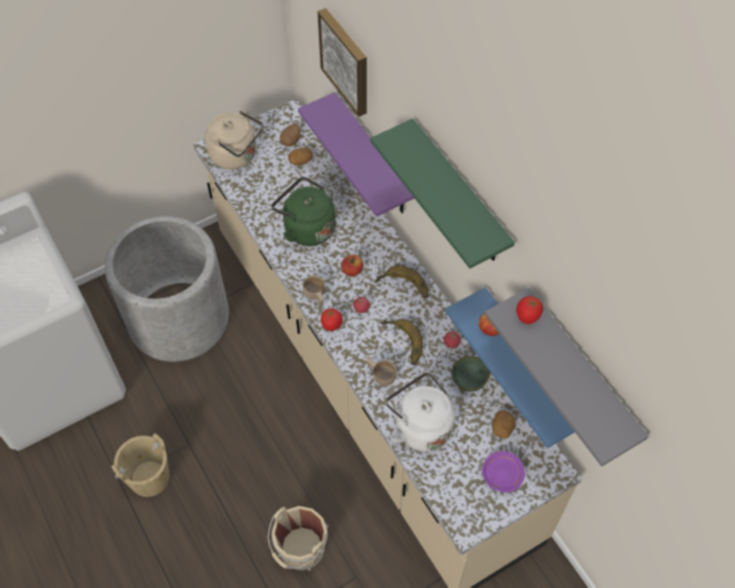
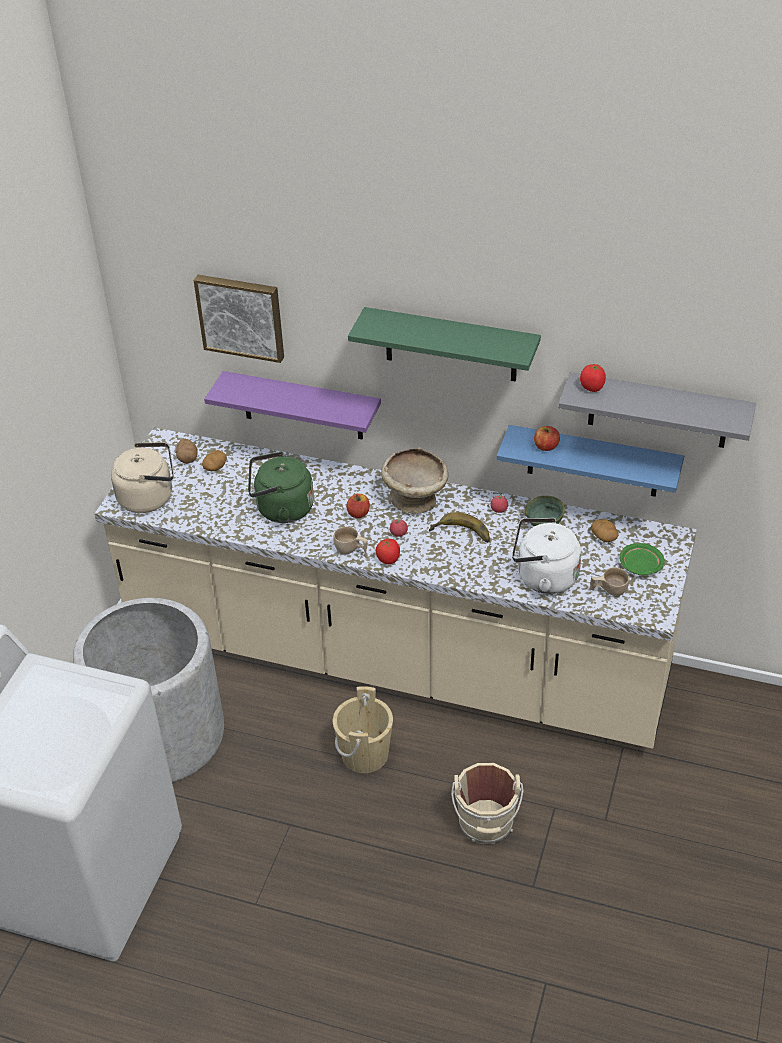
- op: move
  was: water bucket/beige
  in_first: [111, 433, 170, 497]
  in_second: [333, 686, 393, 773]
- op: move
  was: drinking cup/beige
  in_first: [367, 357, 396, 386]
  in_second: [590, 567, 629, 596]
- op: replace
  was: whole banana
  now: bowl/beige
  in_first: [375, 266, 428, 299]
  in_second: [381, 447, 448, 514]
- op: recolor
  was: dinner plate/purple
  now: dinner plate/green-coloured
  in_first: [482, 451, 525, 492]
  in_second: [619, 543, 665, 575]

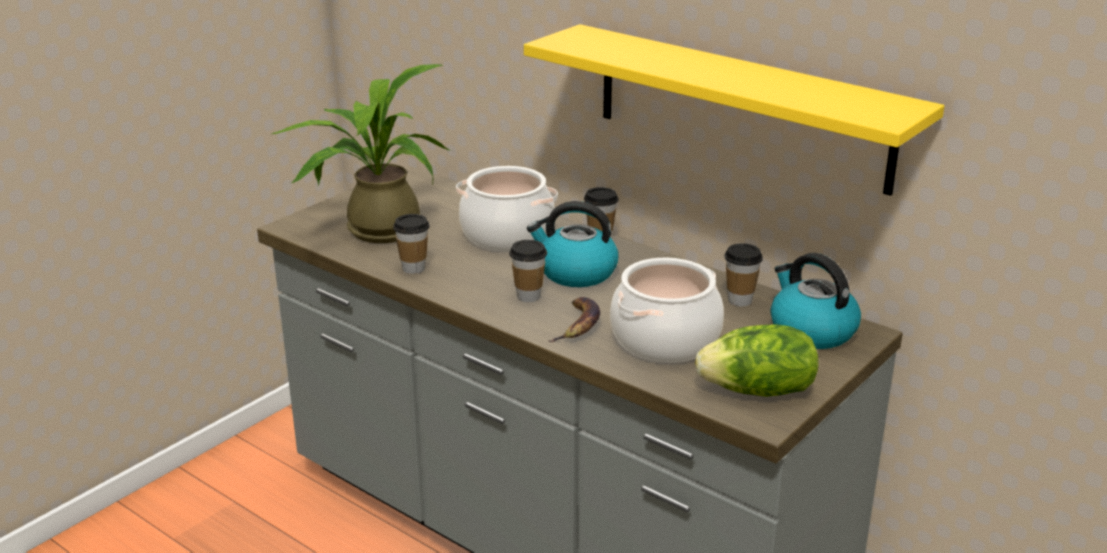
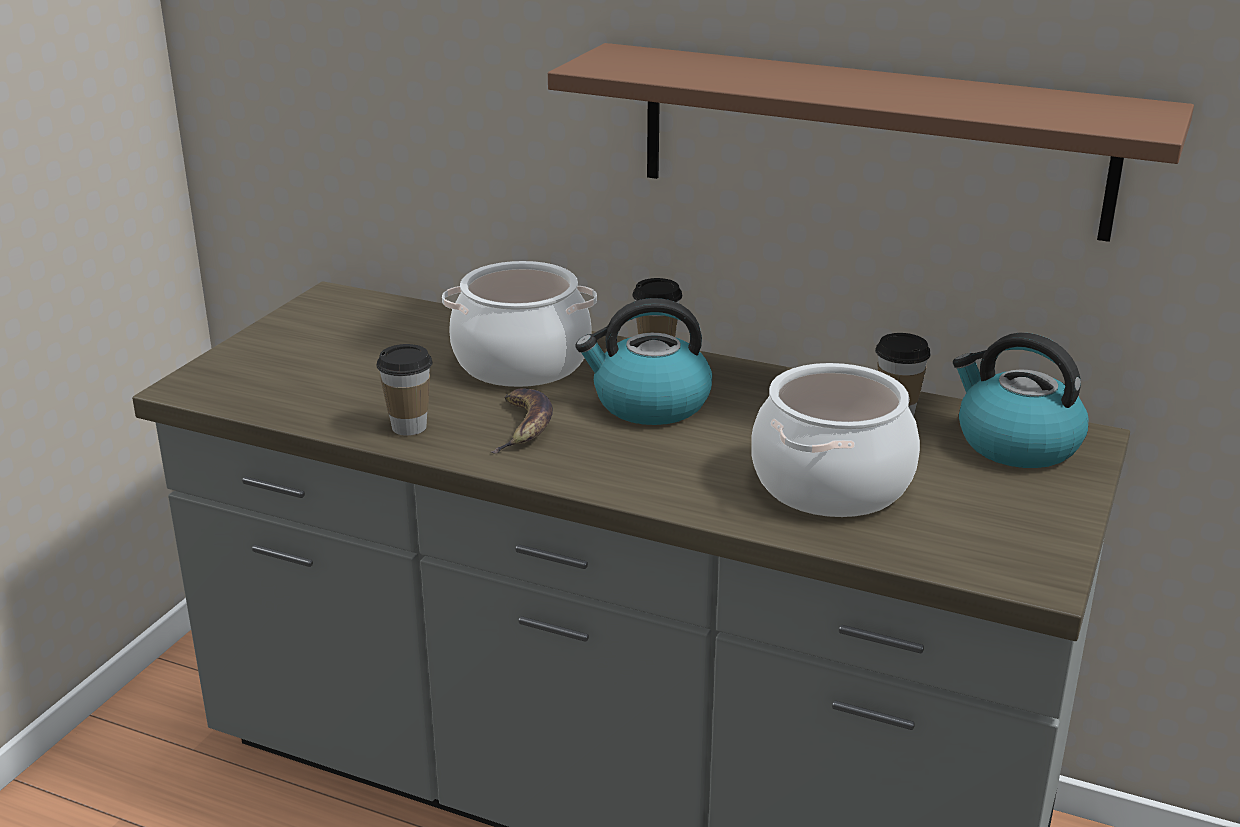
- op: delete
  was: potted plant
  in_first: [272, 64, 451, 243]
- op: delete
  was: drinking cup
  in_first: [509, 240, 547, 302]
- op: delete
  was: head of lettuce
  in_first: [695, 324, 819, 397]
- op: move
  was: whole banana
  in_first: [549, 297, 600, 342]
  in_second: [491, 388, 553, 453]
- op: recolor
  was: shelf/yellow
  now: shelf/brownish
  in_first: [524, 24, 944, 196]
  in_second: [548, 43, 1194, 242]

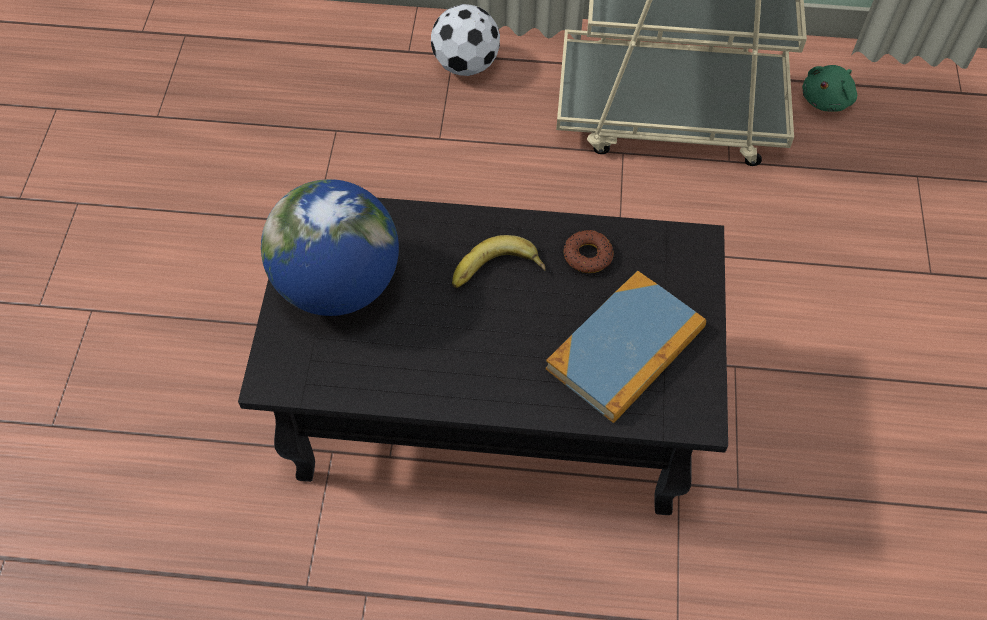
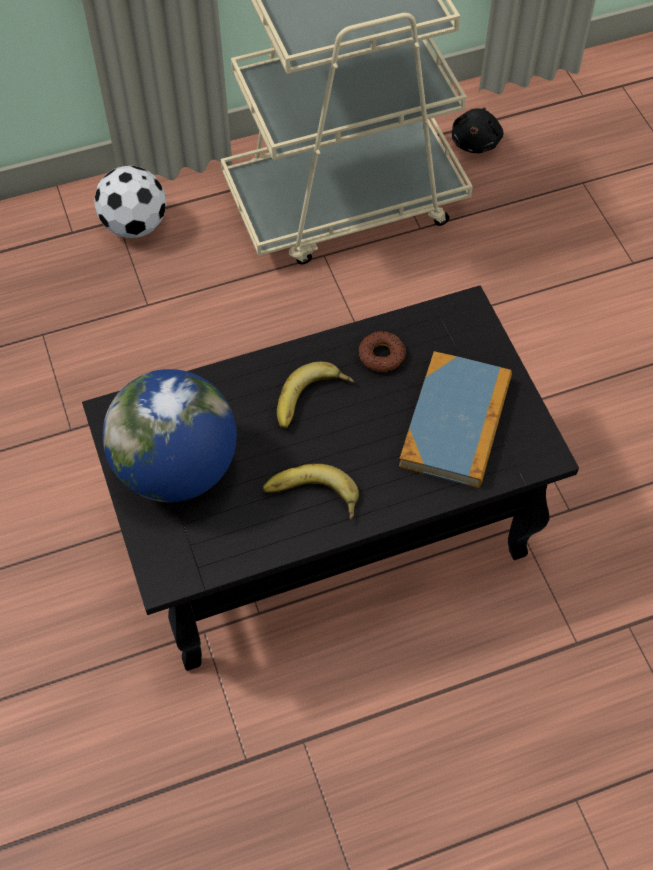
- op: insert
  now: whole banana
  in_second: [263, 464, 359, 520]
- op: recolor
  was: plush toy/green-coloured
  now: plush toy/black
  in_first: [802, 65, 857, 112]
  in_second: [452, 108, 503, 153]

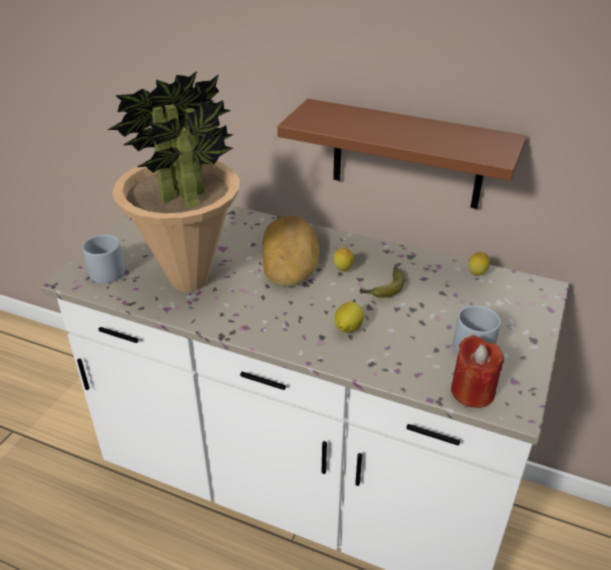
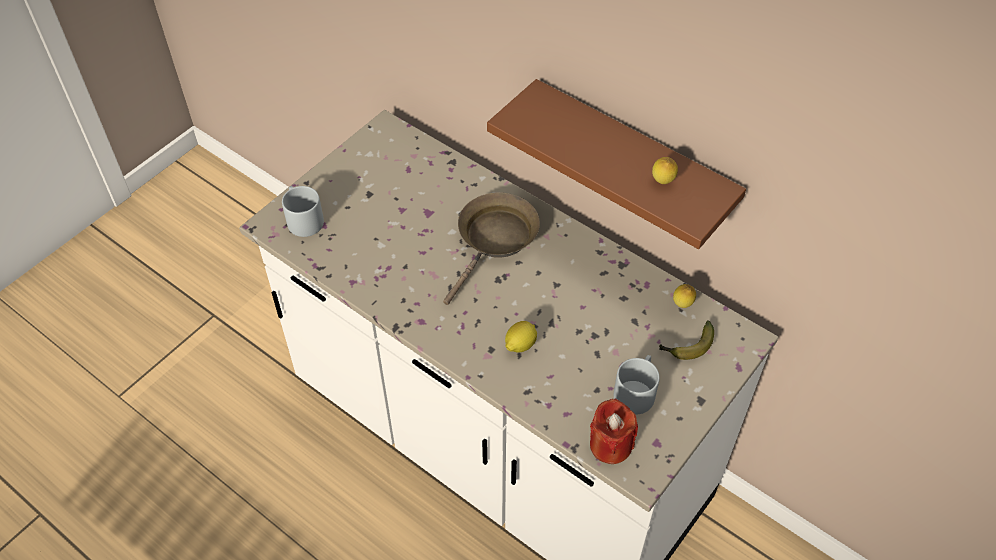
- op: delete
  was: potted plant
  in_first: [108, 71, 239, 291]
- op: move
  was: citrus fruit
  in_first: [333, 247, 354, 271]
  in_second: [652, 157, 678, 184]
- op: move
  was: whole banana
  in_first: [360, 267, 405, 298]
  in_second: [659, 320, 714, 360]
- op: replace
  was: baked bread
  now: pan/brownish
  in_first: [262, 215, 319, 286]
  in_second: [443, 193, 540, 305]

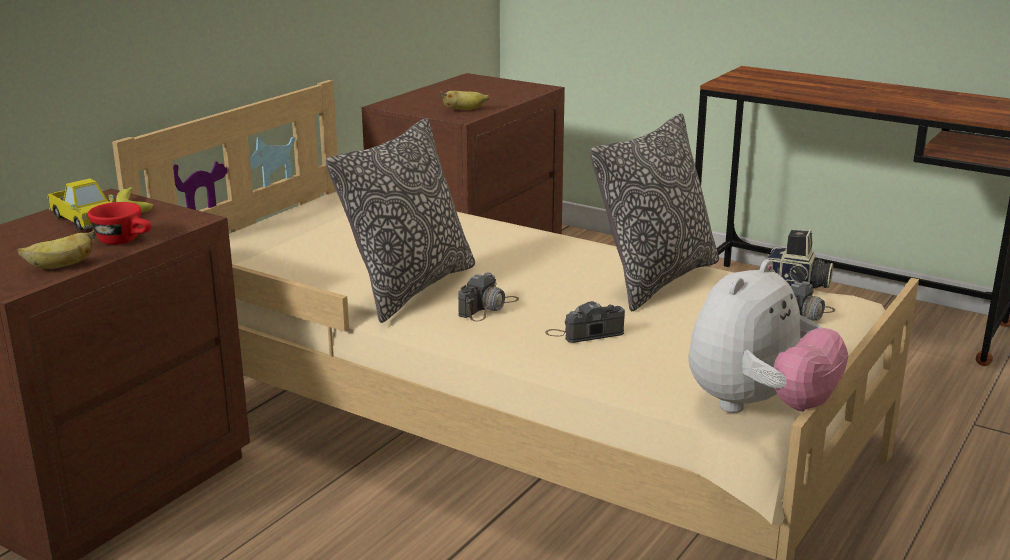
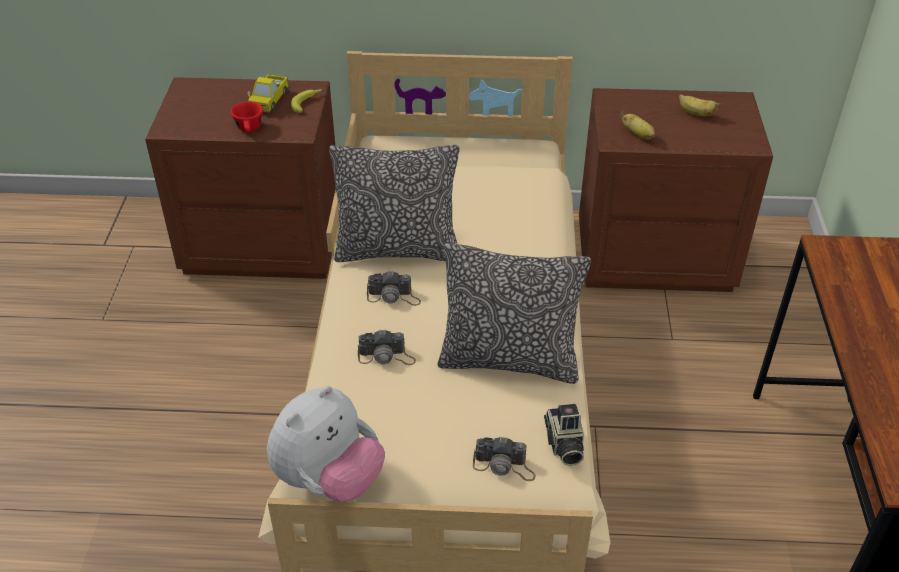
- op: move
  was: whole banana
  in_first: [18, 230, 96, 269]
  in_second: [679, 94, 721, 116]
- op: rotate
  was: photo camera
  in_first: [545, 301, 625, 343]
  in_second: [358, 330, 416, 365]
  clockwise: 135
- op: rotate
  was: plush toy
  in_first: [688, 259, 848, 413]
  in_second: [267, 386, 385, 502]
  clockwise: -60

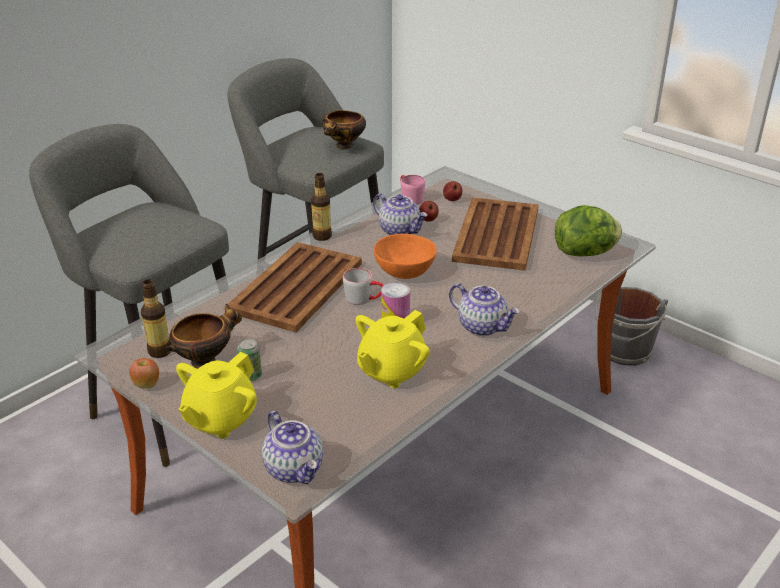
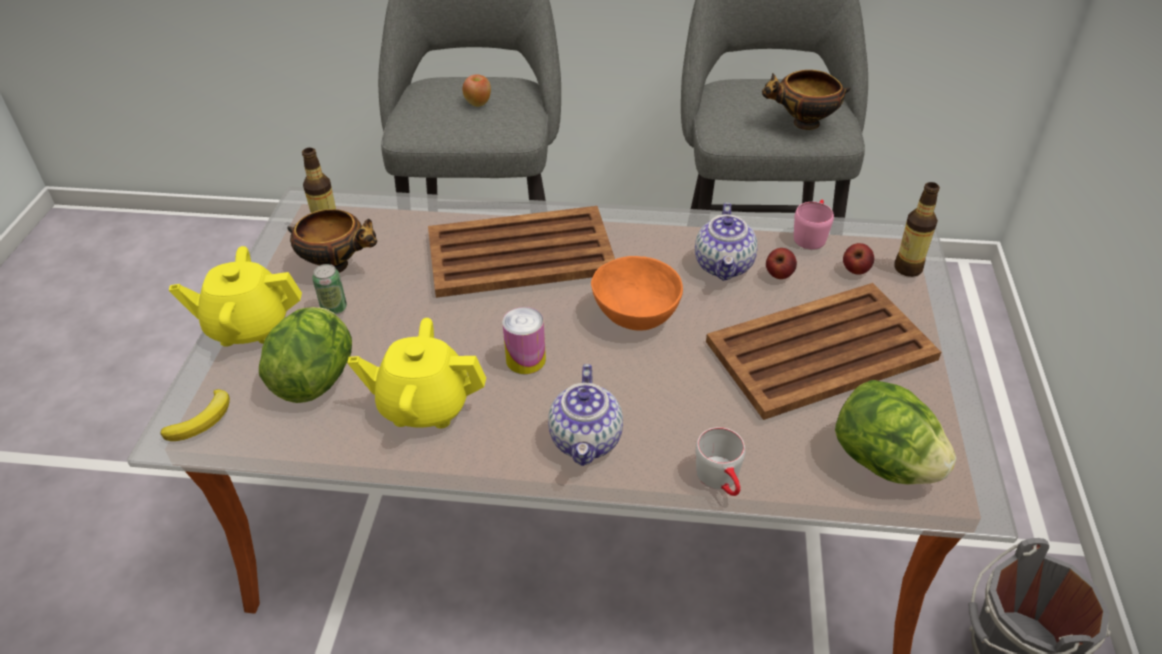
- op: insert
  now: head of lettuce
  in_second: [259, 307, 352, 403]
- op: move
  was: apple
  in_first: [129, 358, 159, 389]
  in_second: [462, 75, 491, 107]
- op: move
  was: bottle
  in_first: [311, 173, 332, 241]
  in_second: [894, 182, 940, 277]
- op: move
  was: coffee mug/grey
  in_first: [343, 268, 384, 305]
  in_second: [695, 427, 745, 496]
- op: replace
  was: teapot
  now: whole banana
  in_first: [262, 411, 323, 484]
  in_second: [160, 389, 230, 441]

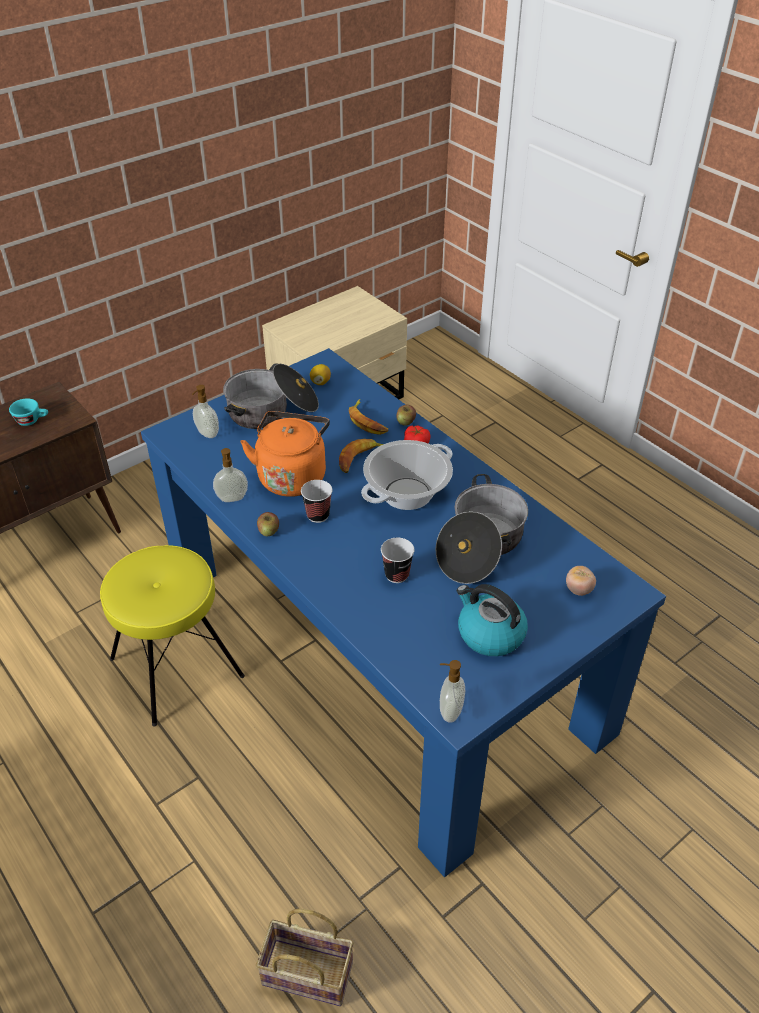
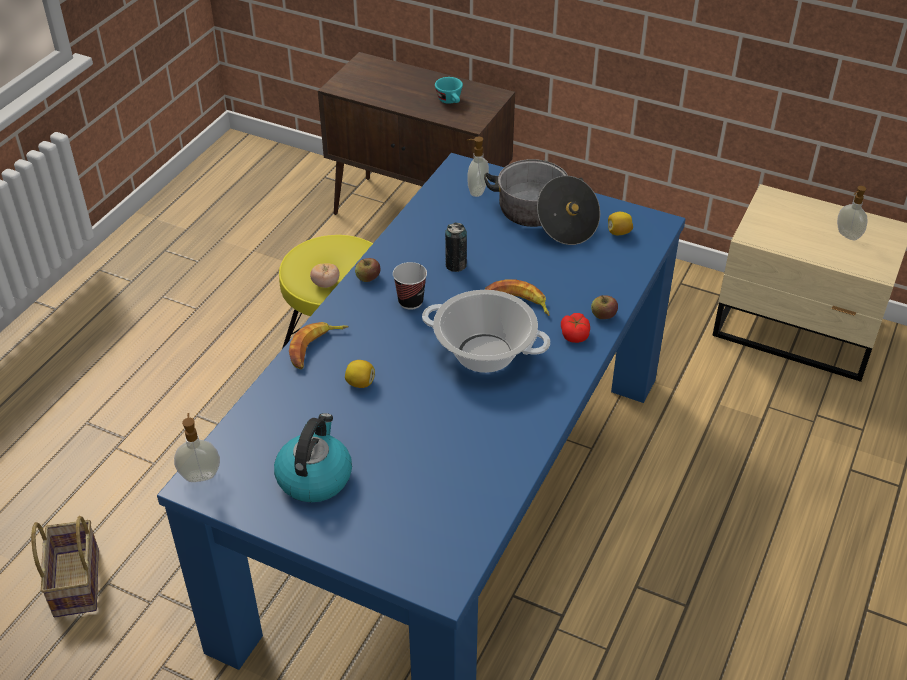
- op: delete
  was: saucepot
  in_first: [436, 474, 528, 584]
- op: move
  was: soap bottle
  in_first: [213, 448, 248, 502]
  in_second: [837, 186, 868, 240]
- op: move
  was: whole banana
  in_first: [349, 399, 389, 435]
  in_second: [289, 322, 349, 369]
- op: move
  was: fresh tomato
  in_first: [566, 566, 596, 596]
  in_second: [310, 264, 340, 288]
- op: replace
  was: tea kettle/orangey
  now: metal can
  in_first: [240, 411, 330, 497]
  in_second: [445, 223, 467, 272]
- op: replace
  was: drinking cup
  now: citrus fruit
  in_first: [381, 538, 414, 583]
  in_second: [345, 360, 375, 388]

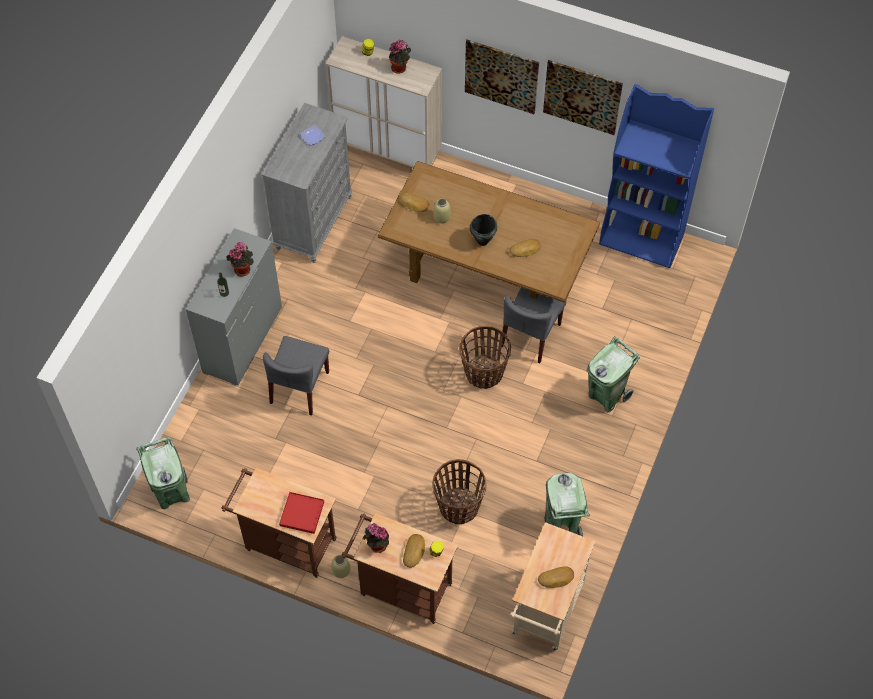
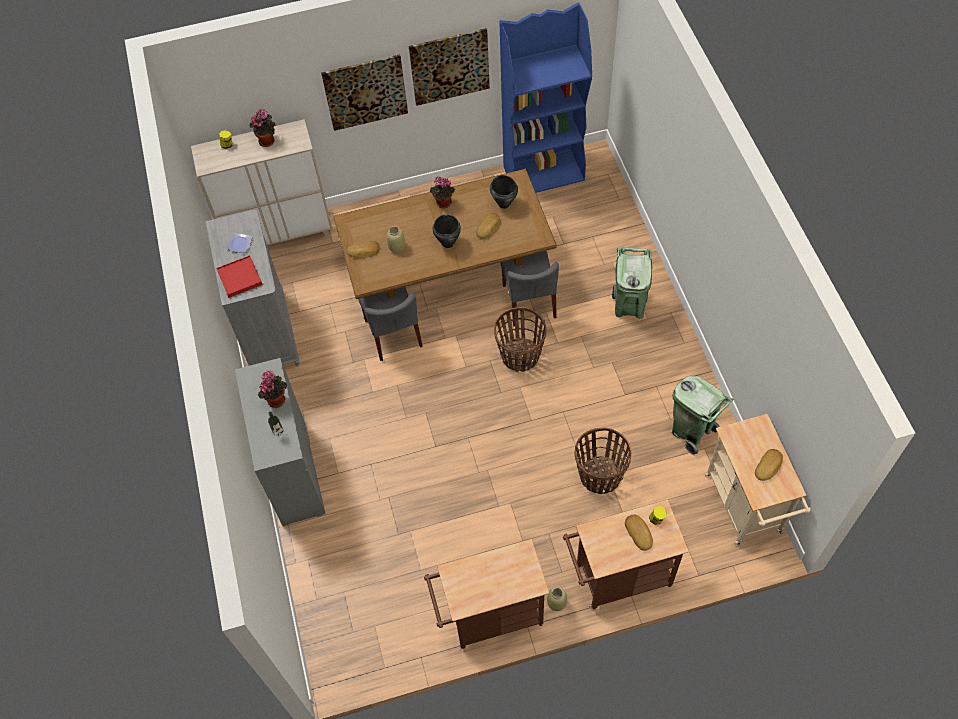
- op: delete
  was: waste bin/green-coloured
  in_first: [136, 437, 190, 509]
- op: insert
  now: saucepot/black
  in_second: [490, 175, 518, 209]
- op: move
  was: upright chair/grey
  in_first: [263, 336, 329, 416]
  in_second: [358, 287, 423, 361]
- op: move
  was: carrying tray/red-coloured
  in_first: [279, 492, 324, 534]
  in_second: [216, 255, 263, 298]
- op: move
  was: potted plant
  in_first: [363, 523, 389, 553]
  in_second: [430, 177, 455, 208]

